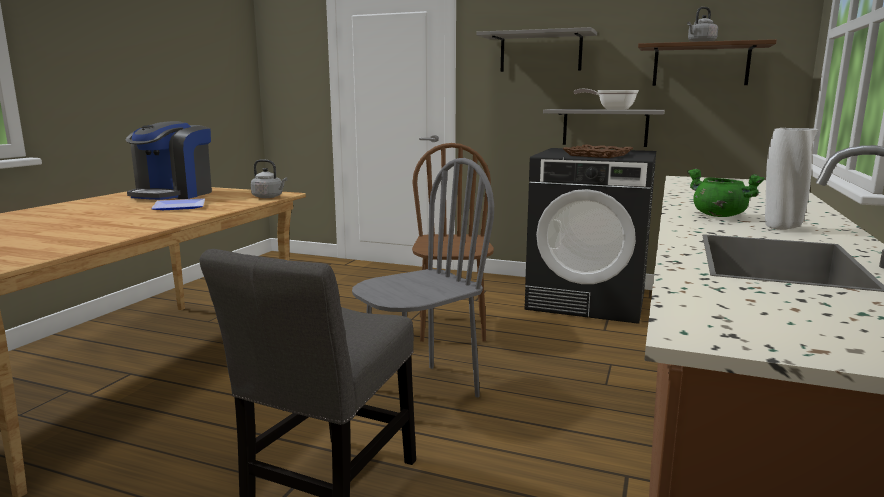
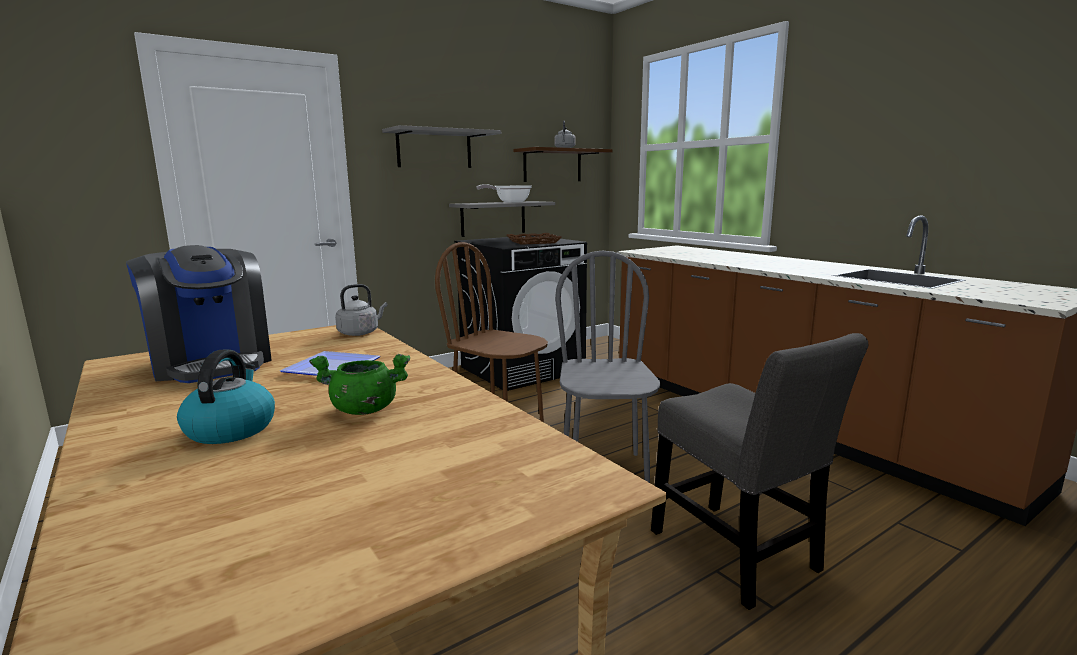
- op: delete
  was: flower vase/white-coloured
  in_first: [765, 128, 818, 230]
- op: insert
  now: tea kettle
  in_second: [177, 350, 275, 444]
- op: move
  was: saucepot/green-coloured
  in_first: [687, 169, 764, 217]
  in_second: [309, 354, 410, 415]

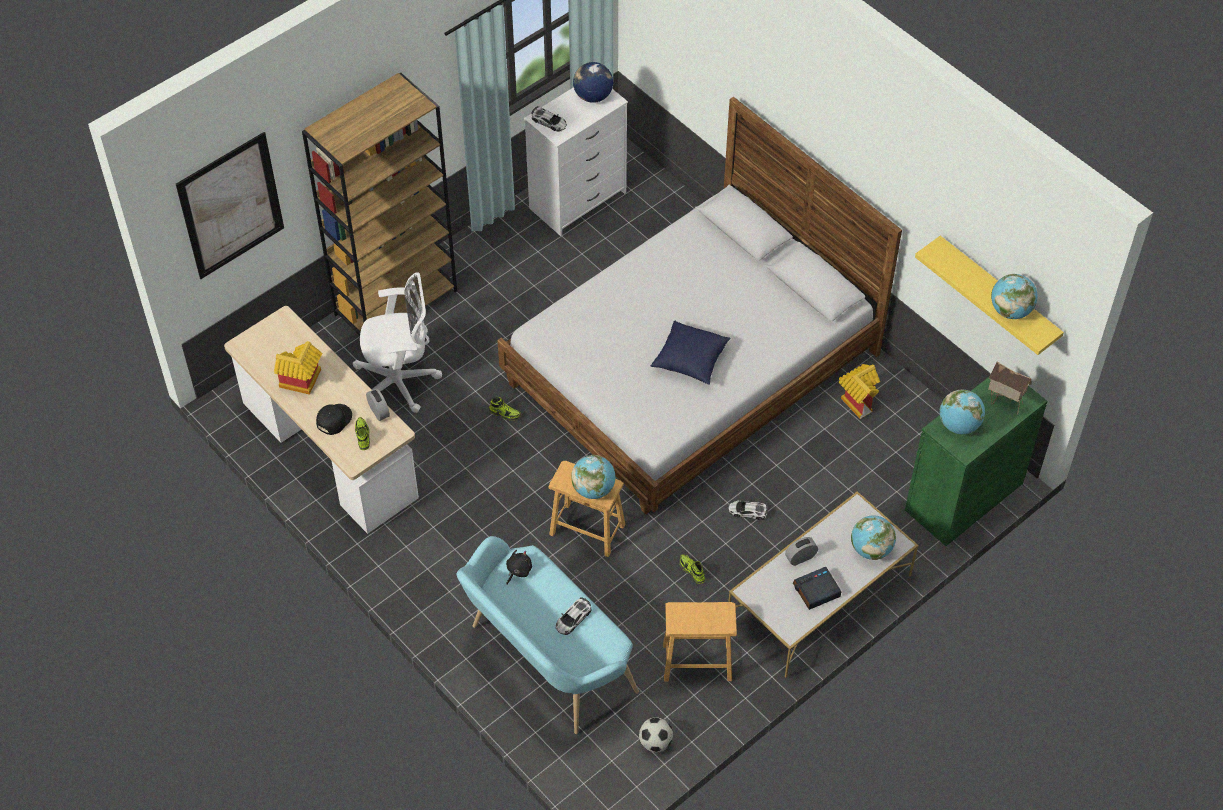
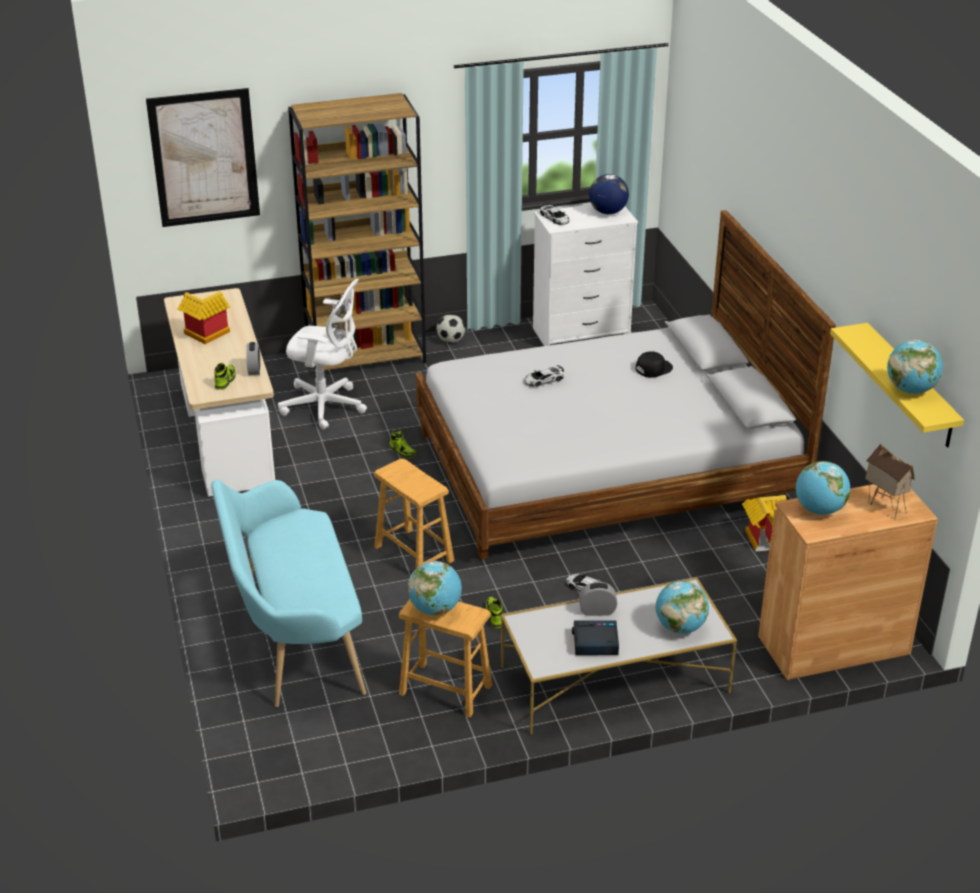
- op: delete
  was: plush toy/black
  in_first: [506, 550, 532, 585]
- op: delete
  was: throw pillow/bluish
  in_first: [651, 320, 731, 385]
- op: move
  was: peaked cap/black
  in_first: [316, 404, 352, 435]
  in_second: [636, 351, 673, 378]
- op: move
  was: miniature car
  in_first: [556, 597, 592, 635]
  in_second: [525, 365, 564, 387]
- op: move
  was: globe
  in_first: [571, 455, 615, 499]
  in_second: [408, 561, 462, 615]
- op: move
  was: ball for football
  in_first: [639, 717, 673, 752]
  in_second: [436, 314, 465, 343]
- op: recolor
  was: cabinet/green-coloured
  now: cabinet/brownish
  in_first: [905, 377, 1047, 546]
  in_second: [758, 484, 938, 680]

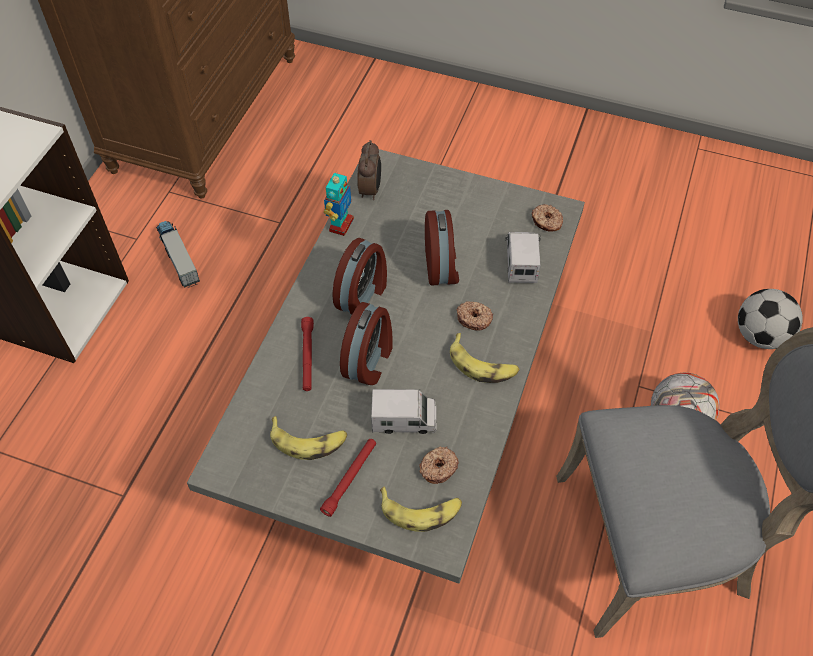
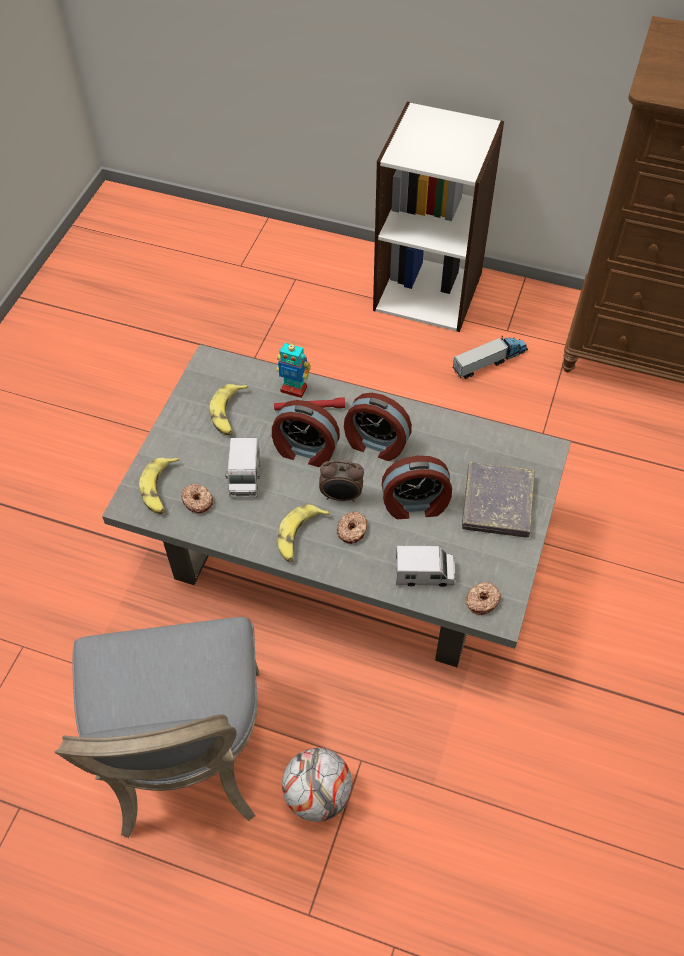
- op: delete
  was: torch/red-coloured
  in_first: [320, 439, 376, 517]
- op: delete
  was: ball for football
  in_first: [738, 289, 803, 349]
- op: insert
  now: volume/grey
  in_second: [462, 462, 534, 538]
- op: move
  was: toy robot
  in_first: [324, 171, 354, 236]
  in_second: [276, 341, 311, 398]
- op: move
  was: alarm clock
  in_first: [357, 140, 381, 200]
  in_second: [319, 460, 364, 502]

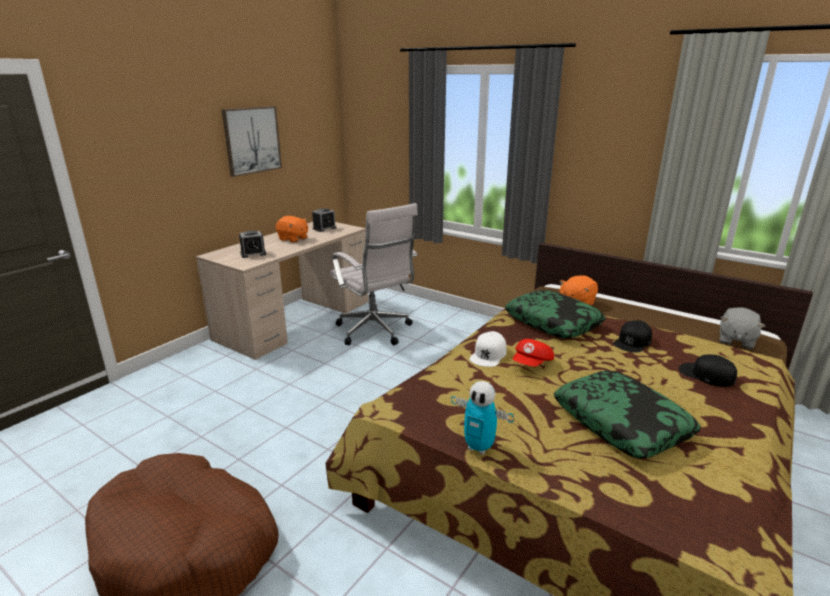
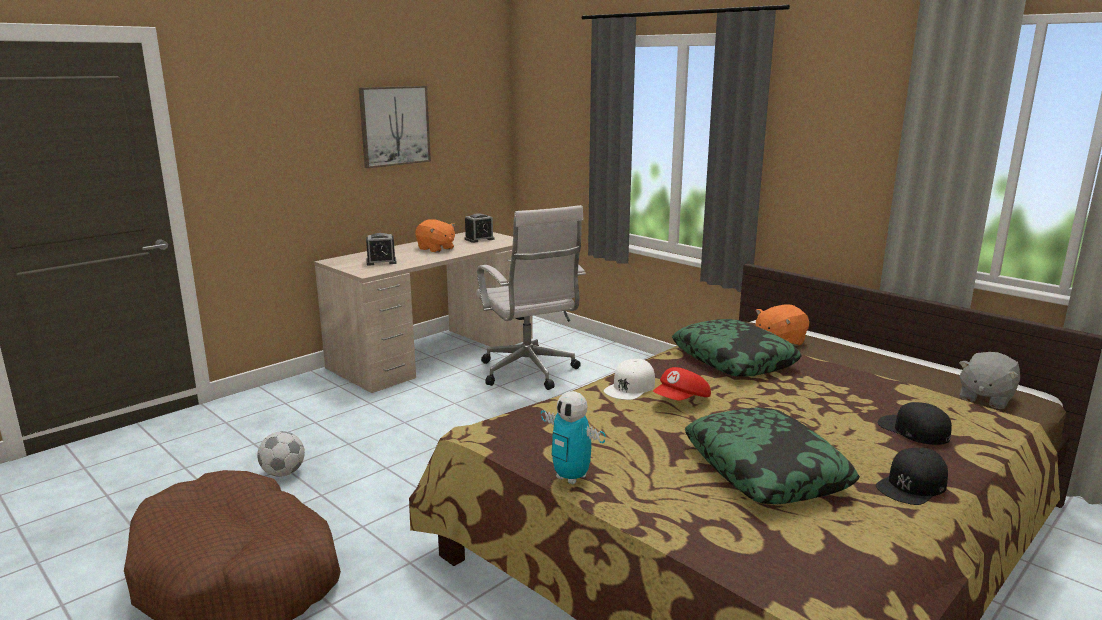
- op: insert
  now: ball for football
  in_second: [257, 431, 305, 477]
- op: move
  was: peaked cap/black
  in_first: [613, 320, 652, 353]
  in_second: [876, 448, 948, 505]

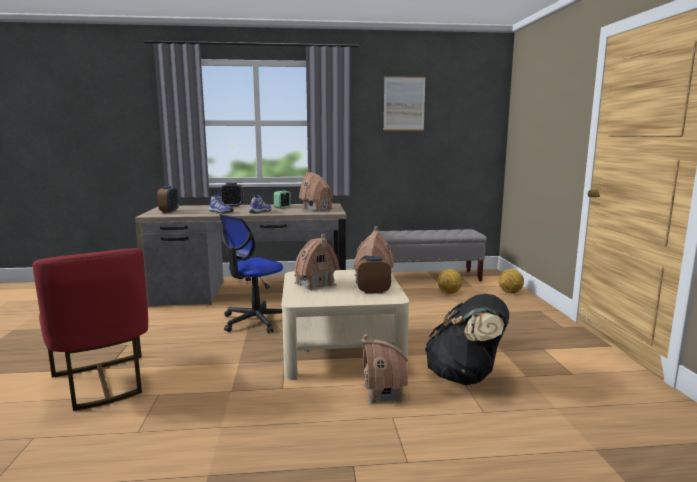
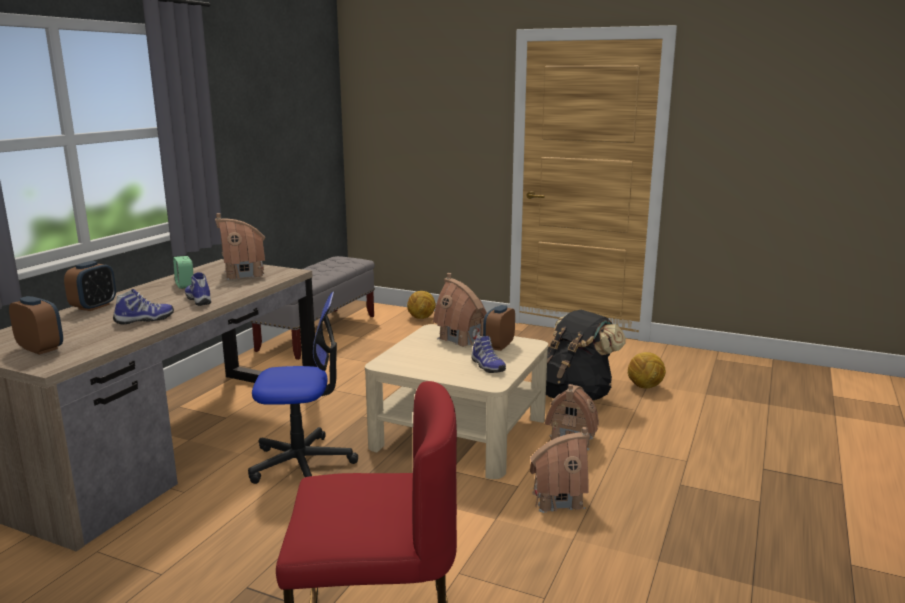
- op: delete
  was: wall picture
  in_first: [384, 76, 426, 130]
- op: insert
  now: shoe
  in_second: [472, 336, 506, 373]
- op: move
  was: miniature house
  in_first: [294, 234, 340, 291]
  in_second: [530, 427, 590, 513]
- op: move
  was: ball for football
  in_first: [438, 269, 462, 293]
  in_second: [627, 352, 666, 388]
- op: rotate
  was: desk chair
  in_first: [219, 214, 283, 333]
  in_second: [248, 292, 358, 484]
  clockwise: -75

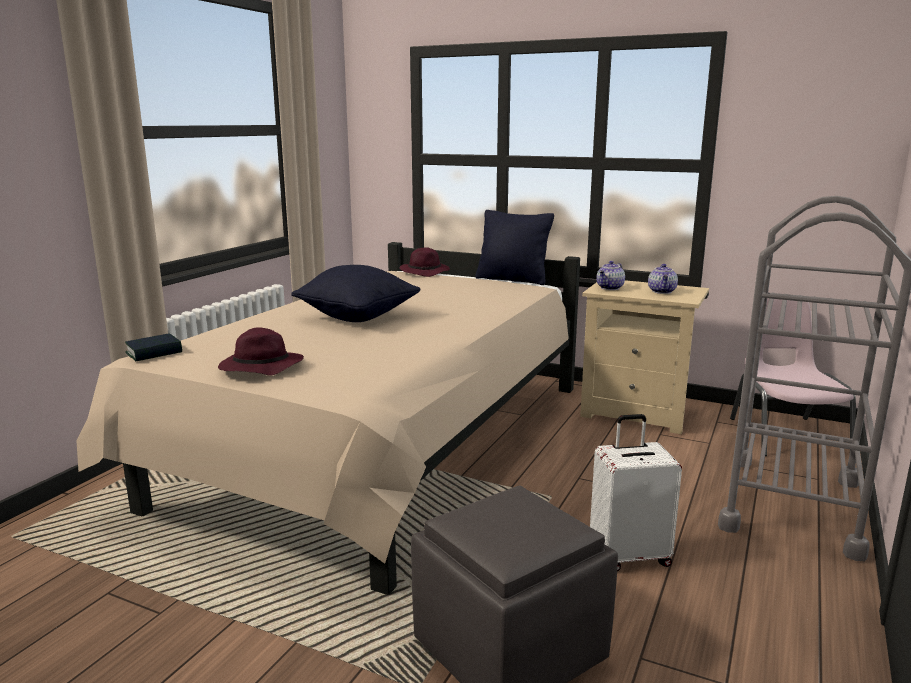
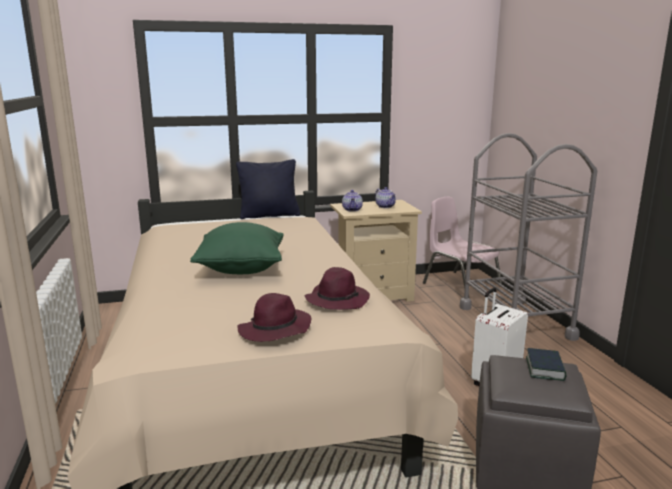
- op: move
  was: volume
  in_first: [125, 333, 182, 361]
  in_second: [526, 348, 566, 381]
- op: move
  was: wearable hat/purple
  in_first: [399, 247, 450, 277]
  in_second: [305, 267, 370, 310]
- op: recolor
  was: throw pillow/black
  now: throw pillow/green-coloured
  in_first: [291, 265, 421, 322]
  in_second: [190, 222, 284, 274]

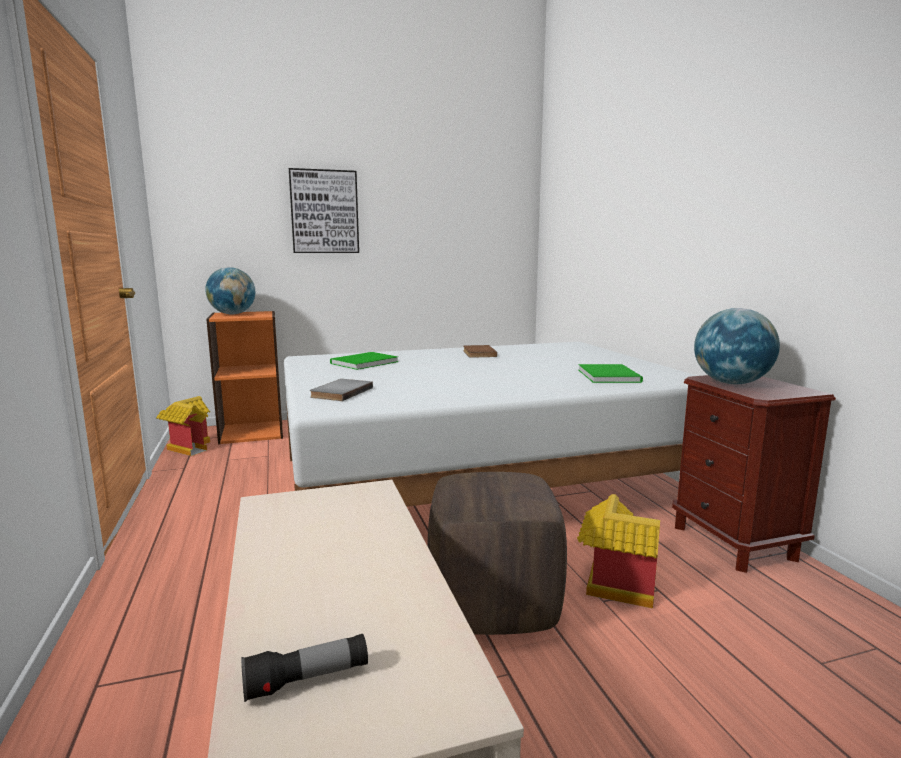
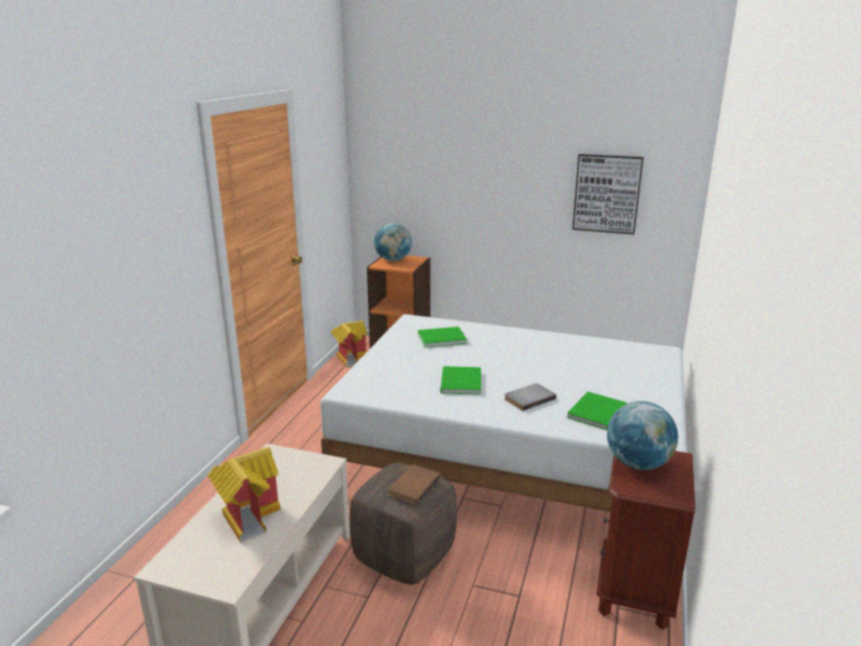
- op: delete
  was: torch
  in_first: [241, 634, 368, 702]
- op: insert
  now: volume/green-coloured
  in_second: [440, 366, 481, 395]
- op: move
  was: wall picture
  in_first: [289, 168, 359, 253]
  in_second: [572, 154, 643, 234]
- op: move
  was: volume/grey
  in_first: [310, 379, 373, 401]
  in_second: [504, 383, 556, 411]
- op: move
  was: volume/brownish
  in_first: [463, 345, 497, 358]
  in_second: [388, 464, 441, 505]
- op: move
  was: miniature house
  in_first: [577, 494, 660, 609]
  in_second: [207, 447, 280, 543]

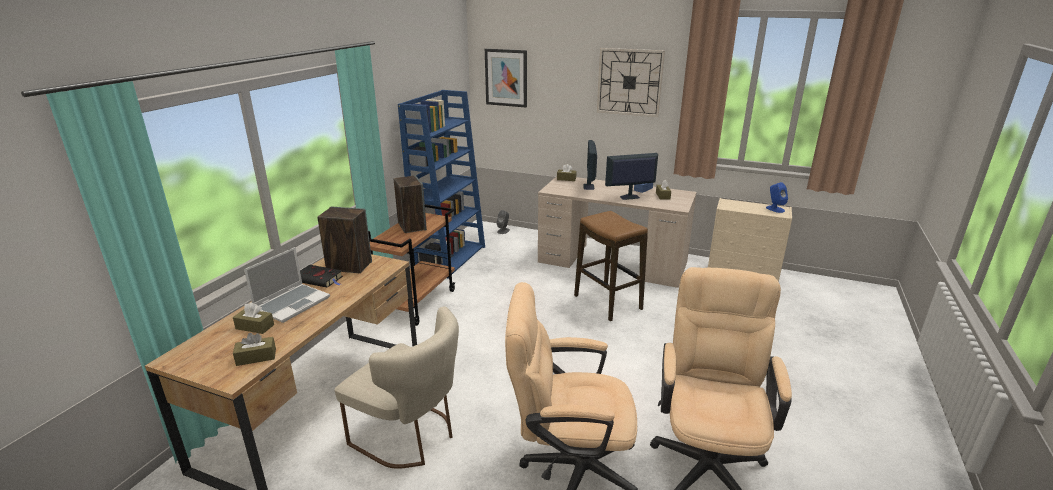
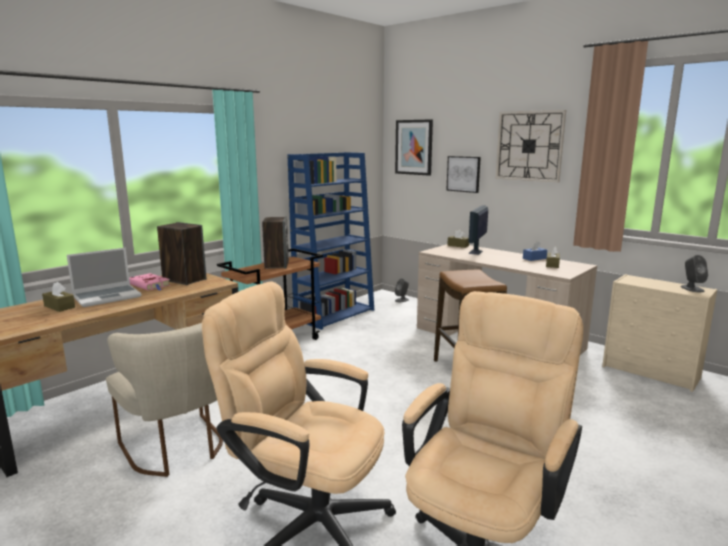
- op: delete
  was: tissue holder/brownish
  in_first: [233, 333, 276, 366]
- op: delete
  was: computer display
  in_first: [605, 153, 658, 200]
- op: insert
  now: wall picture
  in_second: [446, 156, 481, 193]
- op: recolor
  was: volume/black
  now: volume/pink-coloured
  in_first: [300, 265, 343, 288]
  in_second: [129, 273, 170, 291]
- op: recolor
  was: speaker/bluish
  now: speaker/grey
  in_first: [766, 182, 788, 213]
  in_second: [680, 255, 708, 292]

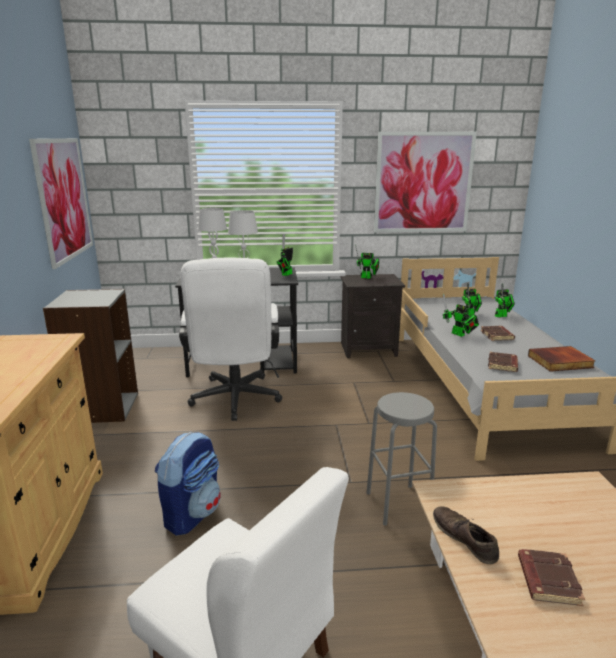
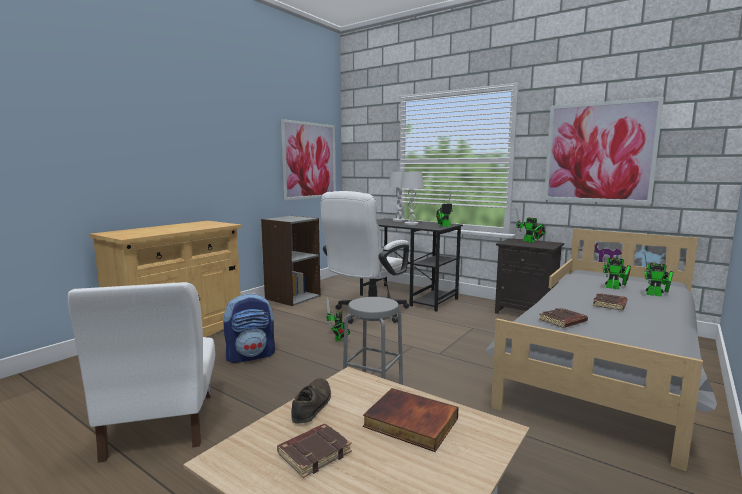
- op: move
  was: toy robot
  in_first: [443, 294, 479, 337]
  in_second: [326, 297, 350, 341]
- op: move
  was: volume
  in_first: [528, 346, 596, 372]
  in_second: [363, 388, 459, 452]

